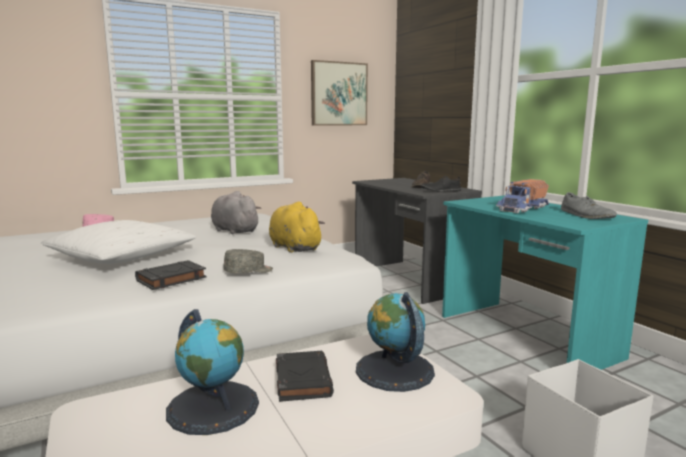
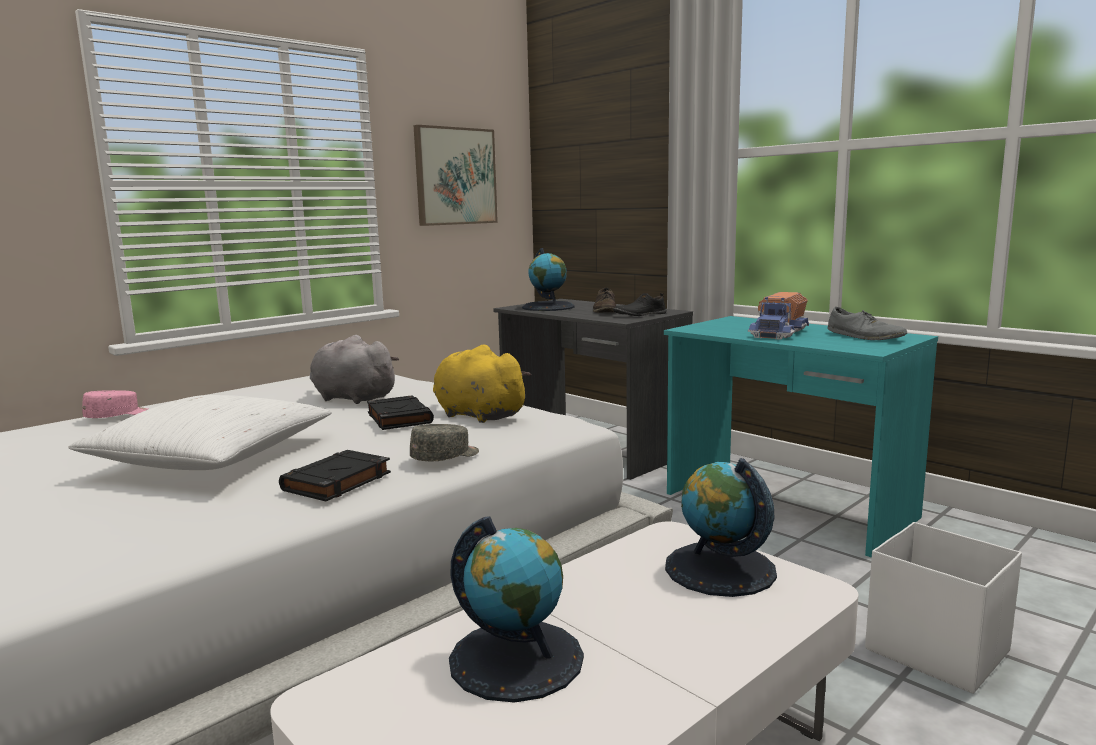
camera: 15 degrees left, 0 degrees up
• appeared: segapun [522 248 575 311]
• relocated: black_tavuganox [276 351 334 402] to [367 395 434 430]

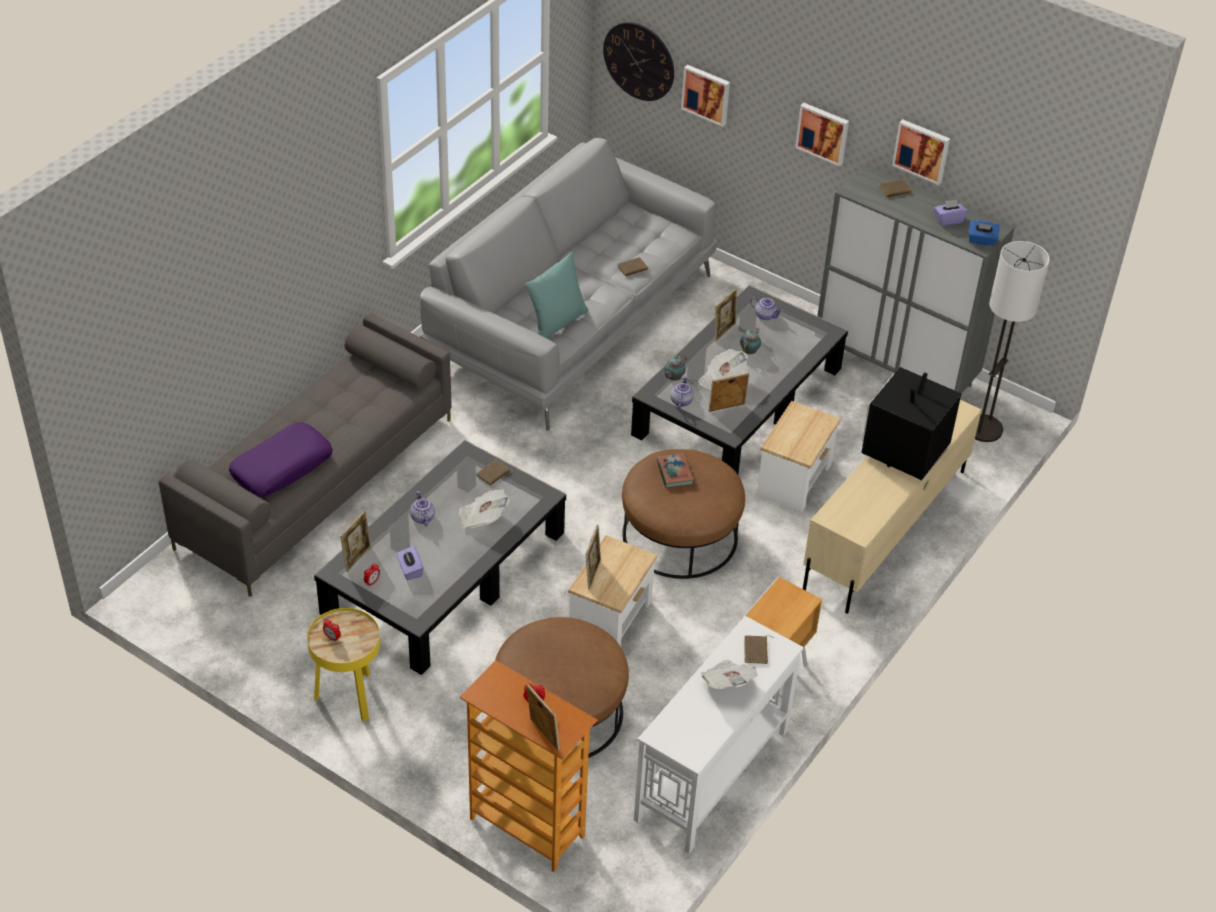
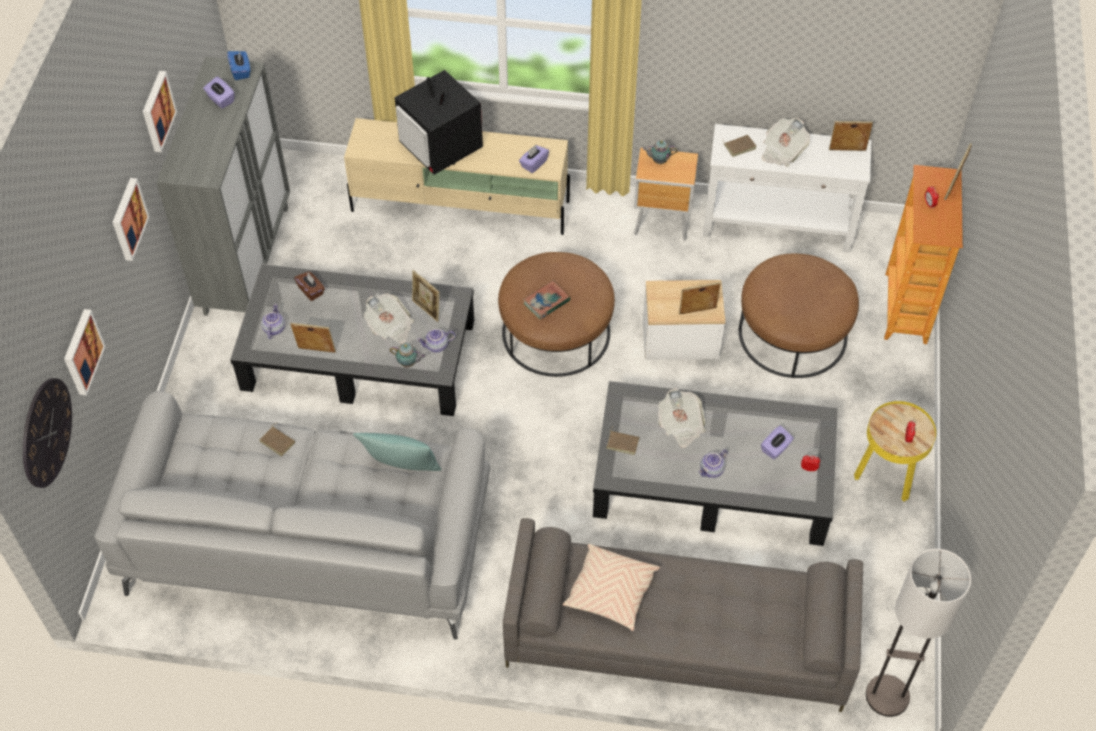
camera: 115 degrees left, 10 degrees up
• missing: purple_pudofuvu [229 422 333 497]
• missing: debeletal [757 401 841 513]
• missing: brown_tavuganox [879 179 914 197]
• appeared: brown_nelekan [294 271 325 301]
• appeared: purple_nelekan [519 145 549 173]
• appeared: beige_pudofuvu [563 544 660 631]
• relocated: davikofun [340 510 371 572] to [829 121 873 151]
• relocated: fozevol [740 327 761 354] to [643 140 677 164]
• relocated: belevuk [975 241 1050 442] to [866 549 971 717]
• spun: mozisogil [861 367 962 480] = [394 70 483 175] 45 degrees clockwise

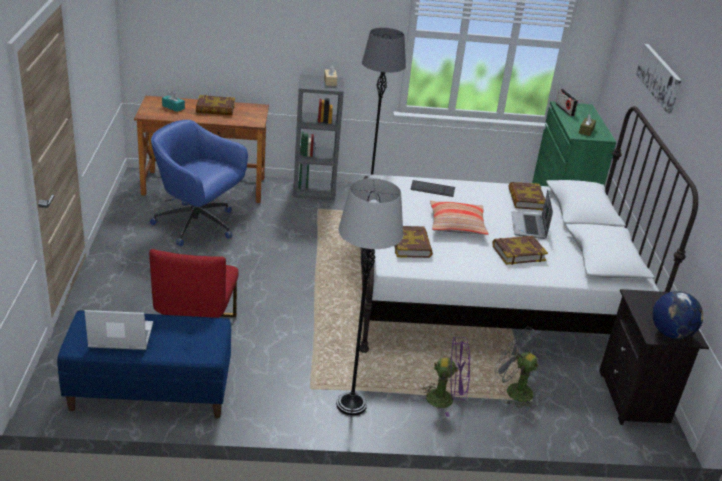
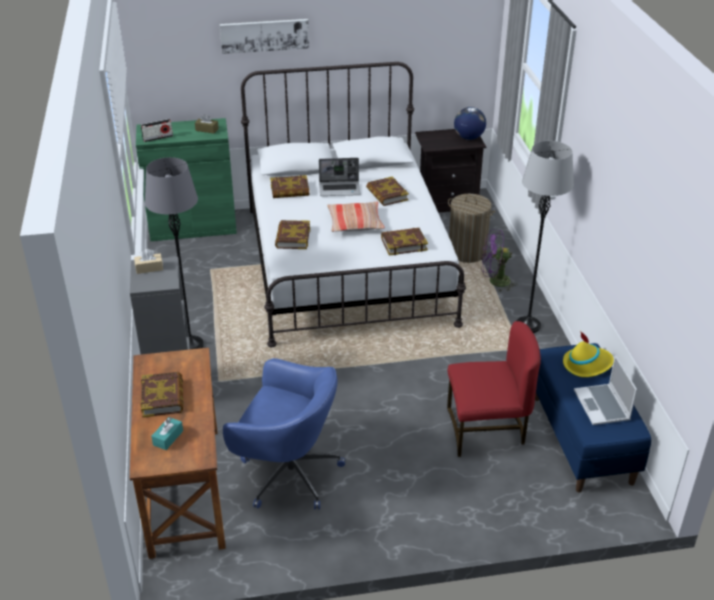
camera: 95 degrees left, 5 degrees up
• appeared: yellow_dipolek [563 331 614 377]
• exchanged: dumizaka [410 180 455 197] to tavuganox [275 220 310 249]
• exchanged: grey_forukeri [494 327 540 408] to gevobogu [448 194 495 263]
• spun: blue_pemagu [150 120 248 246] = [223 358 345 509] 90 degrees counterclockwise
• spun: purple_forukeri [419 336 470 417] = [481 229 518 292] 90 degrees counterclockwise

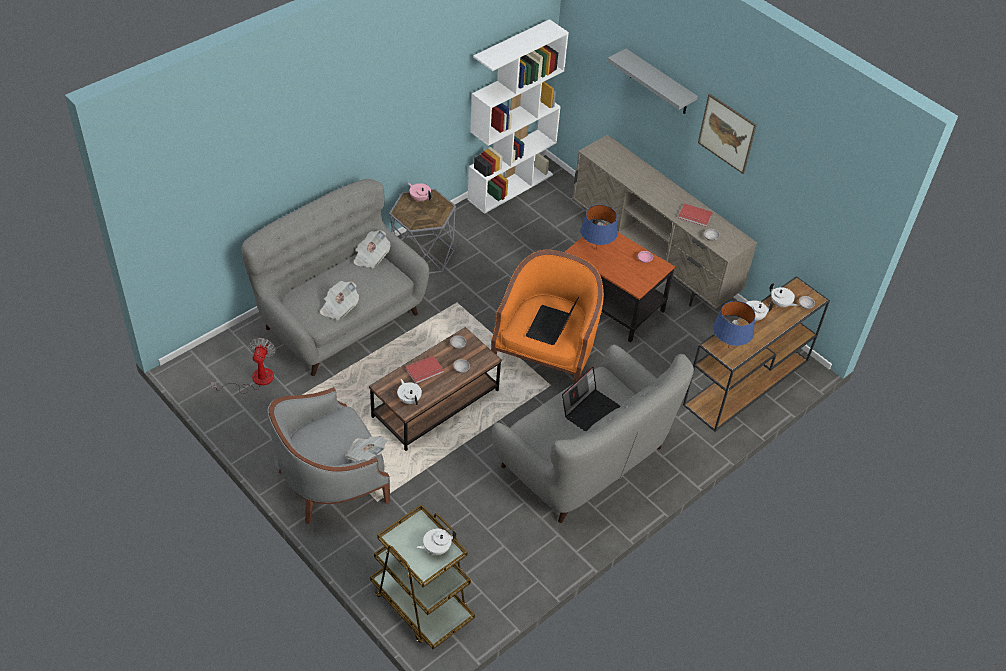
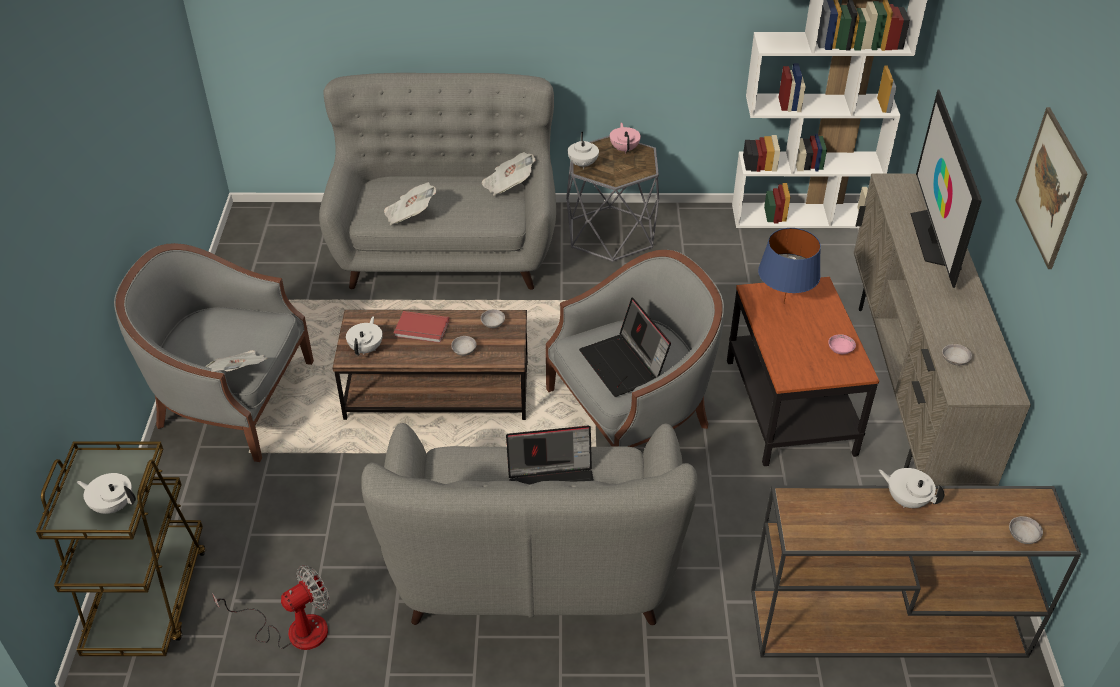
camera: 45 degrees right, 5 degrees down
• missing: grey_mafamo [608 49 698 114]
• missing: red_tavuganox [678 203 713 227]
• missing: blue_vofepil [713 301 755 348]
• appeared: mozisogil [911 90 982 288]
• relocated: forukeri [211 338 276 394] to [212 565 330 650]
• relocated: white_fozevol [770 283 798 308] to [568 132 599 169]
• colour: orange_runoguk [491 250 604 383] to grey_runoguk [546 250 724 447]
• spun: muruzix [526 297 579 345] = [579 298 671 397] 90 degrees counterclockwise

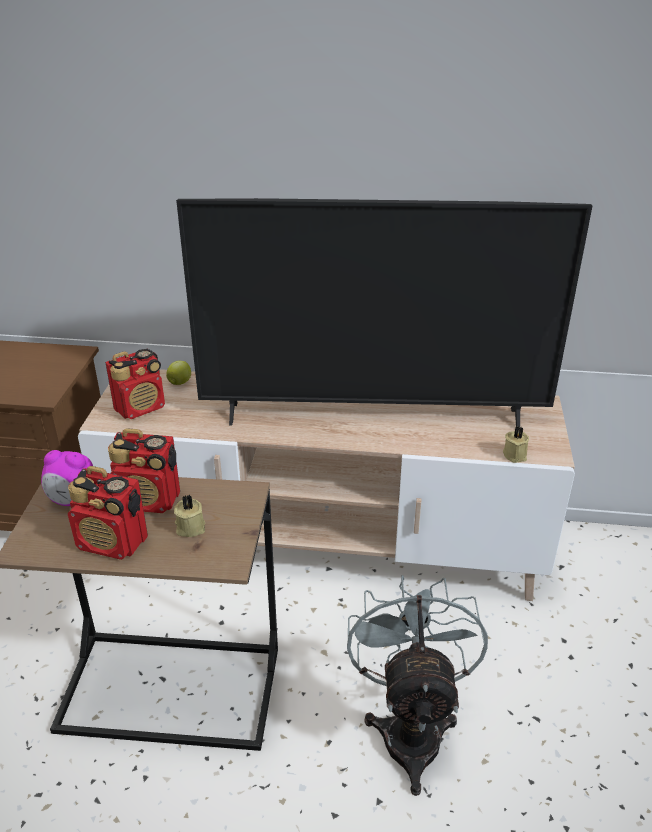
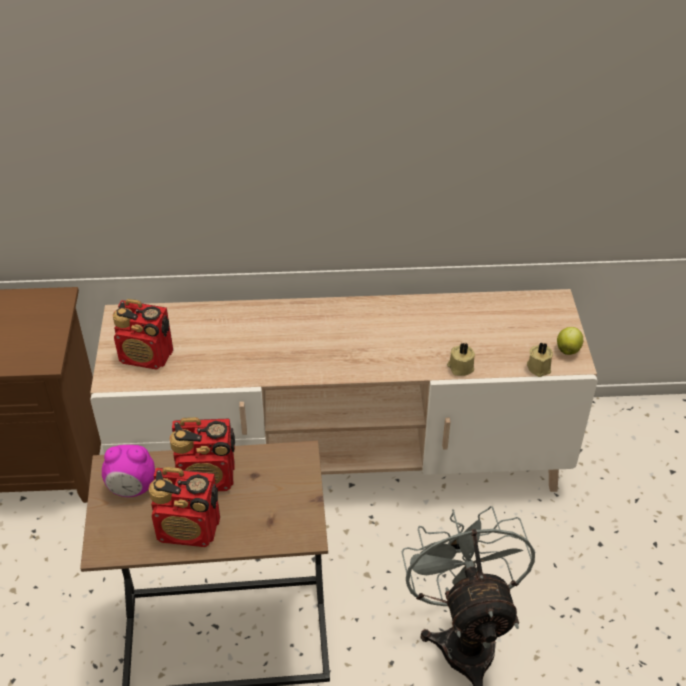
camera: 10 degrees left, 10 degrees up
• missing: mozisogil [176 198 593 428]
• relocated: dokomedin [166 361 191 385] to [557 327 583 355]
• relocated: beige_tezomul [174 494 206 537] to [447 343 475 376]
• spun: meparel [105 349 165 419] = [113 299 173 370] 60 degrees clockwise

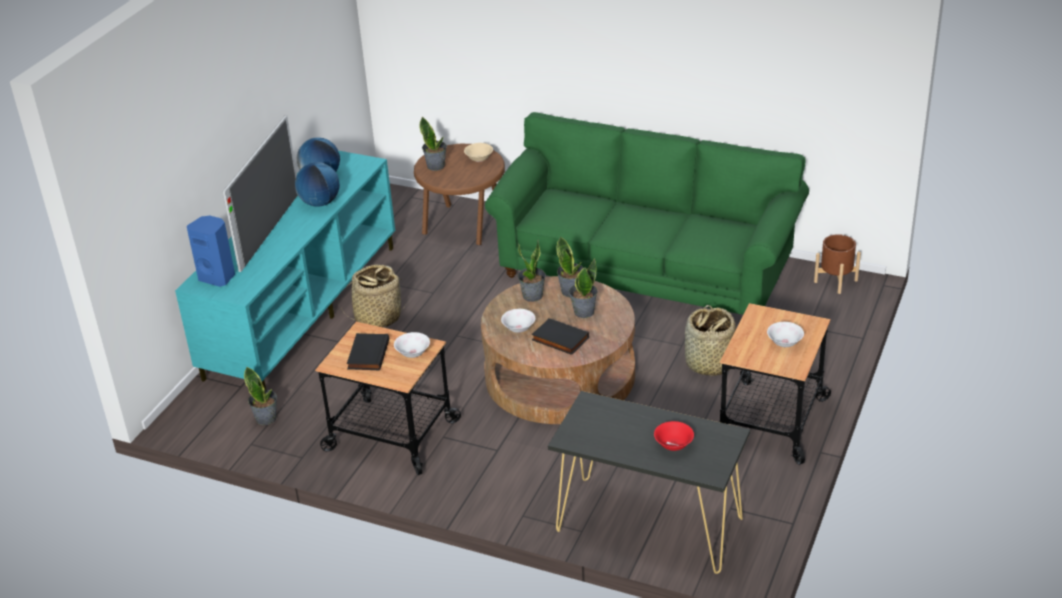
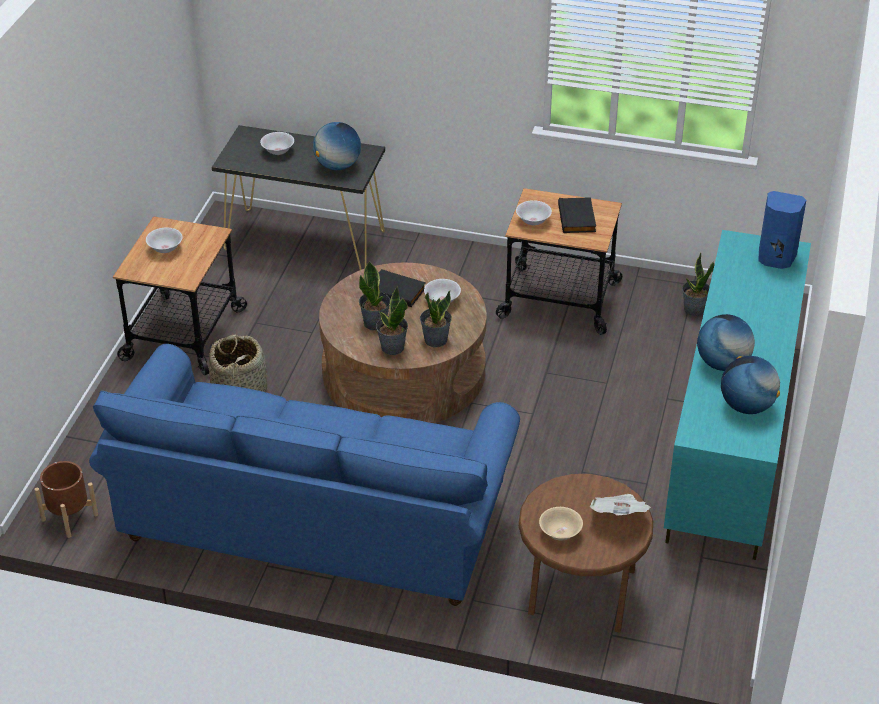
camera: 170 degrees right, 5 degrees up
• missing: mozisogil [223 115 298 272]
• missing: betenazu [341 264 407 328]
• appeared: segapun [313 122 361 170]
• exchanged: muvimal [419 117 447 171] to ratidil [590 494 651 515]
• colour: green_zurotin [485 112 809 315] to blue_zurotin [89 344 520 606]
• colour: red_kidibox [654 421 694 451] to white_kidibox [260 132 294 155]

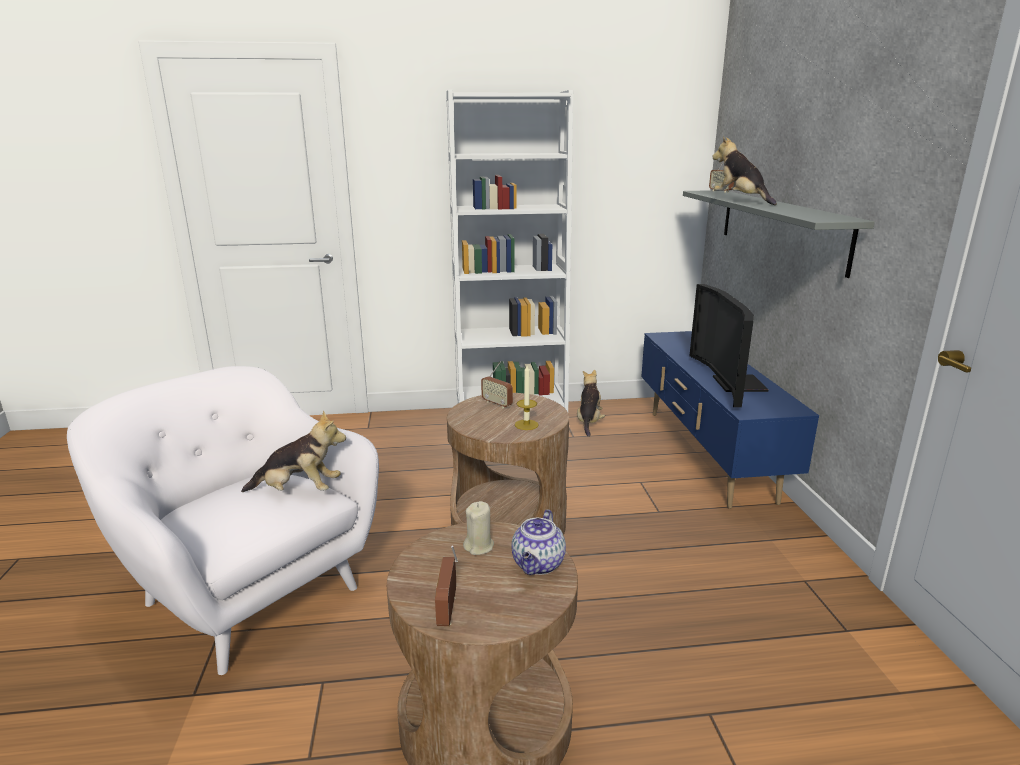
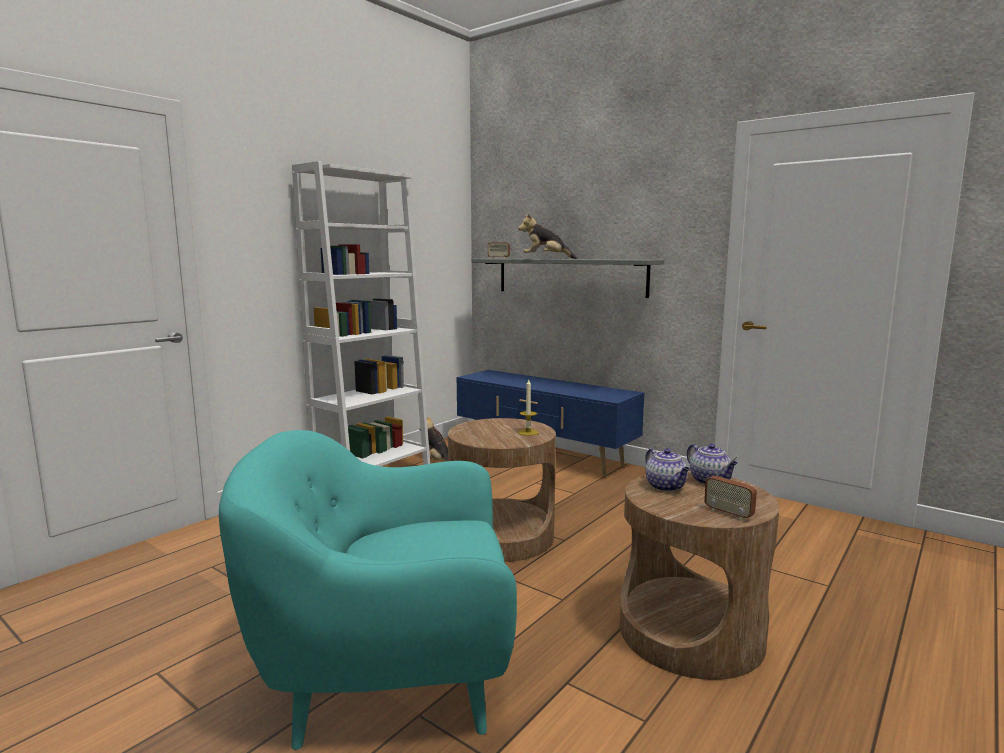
camera: 45 degrees left, 10 degrees down
• missing: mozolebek [241 410 346 492]
• missing: meparel [481 361 513 409]
• missing: mozisogil [689 284 769 407]
• exchanged: beige_tezomul [463 501 494 555] to fozevol [645 448 690 492]
• colour: white_runoguk [67 366 379 675] to turquoise_runoguk [219 430 517 750]

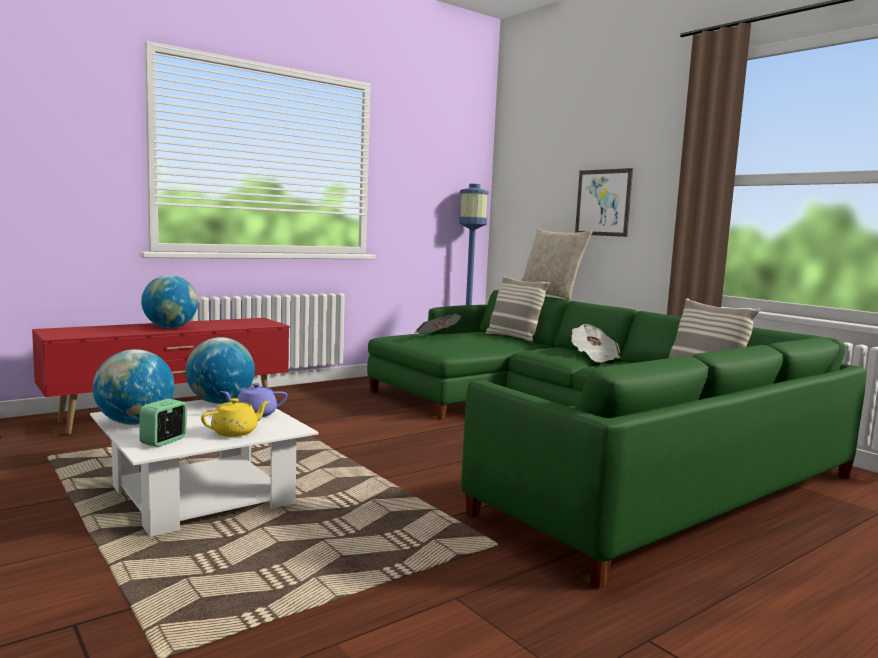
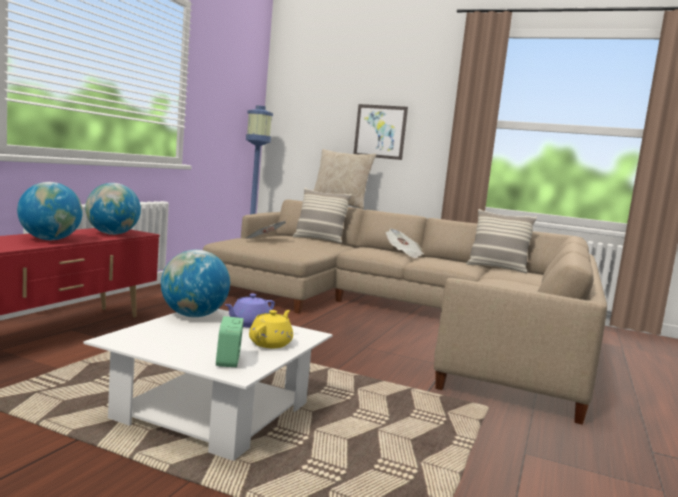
camera: 30 degrees left, 0 degrees up
• relocated: segapun [93 349 175 425] to [85 183 141 235]
• colour: green_zurotin [367 290 867 588] to beige_zurotin [203 199 607 425]

